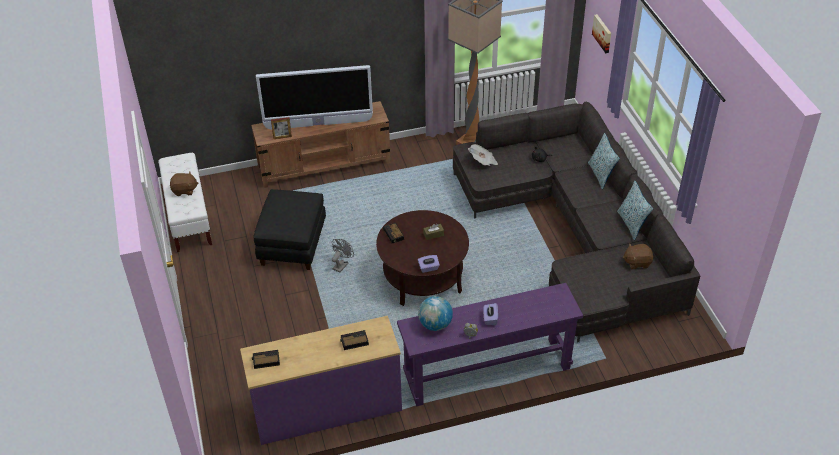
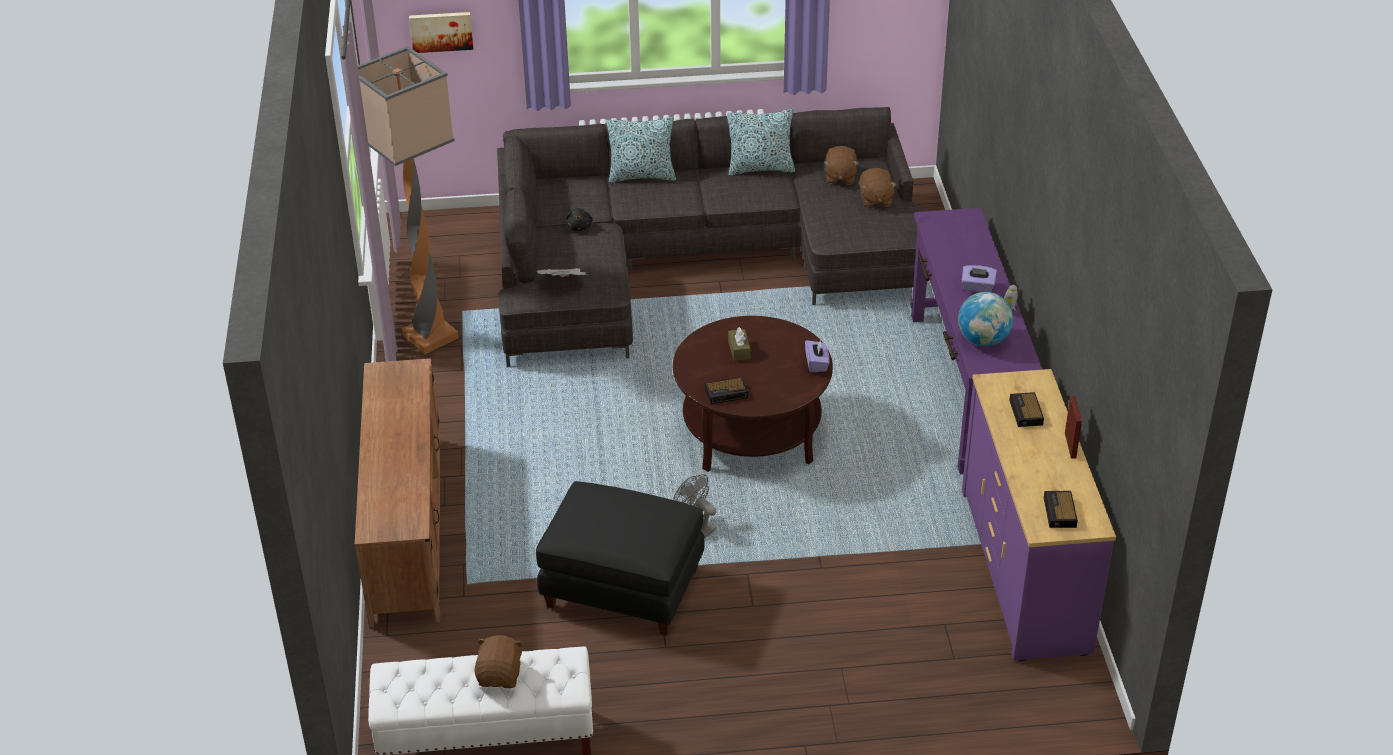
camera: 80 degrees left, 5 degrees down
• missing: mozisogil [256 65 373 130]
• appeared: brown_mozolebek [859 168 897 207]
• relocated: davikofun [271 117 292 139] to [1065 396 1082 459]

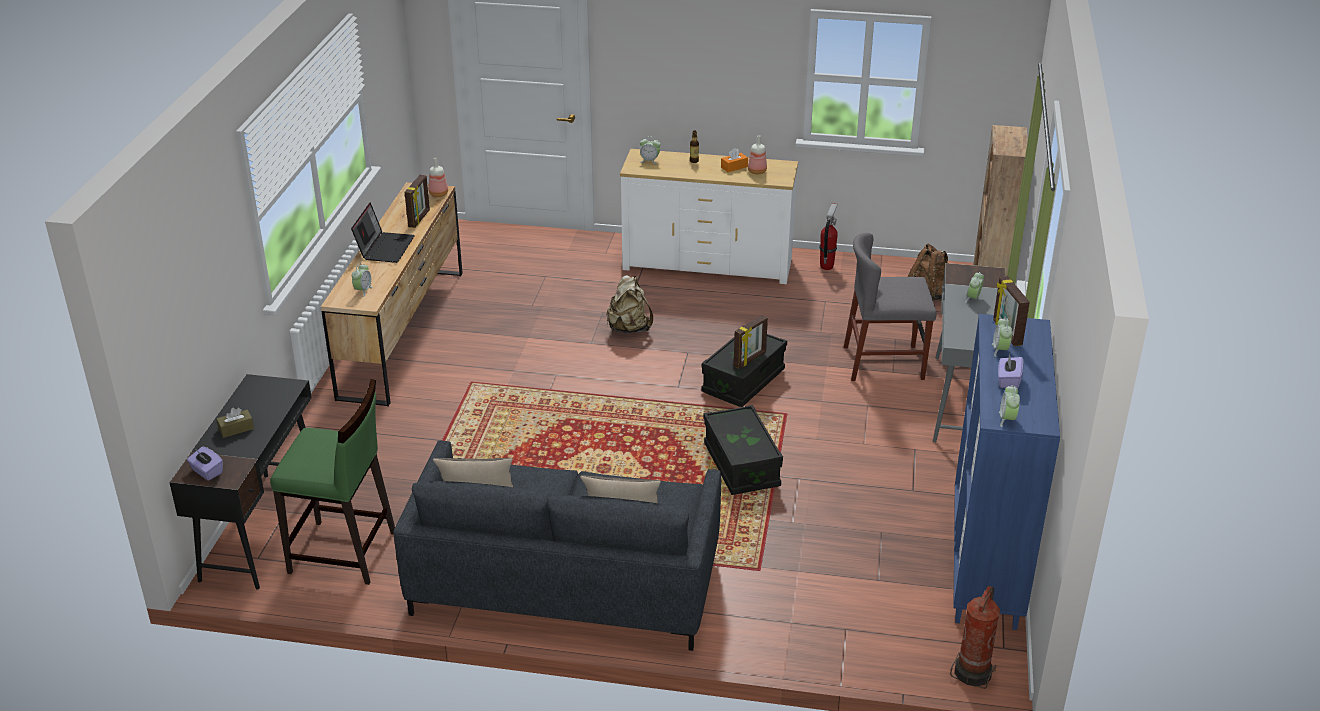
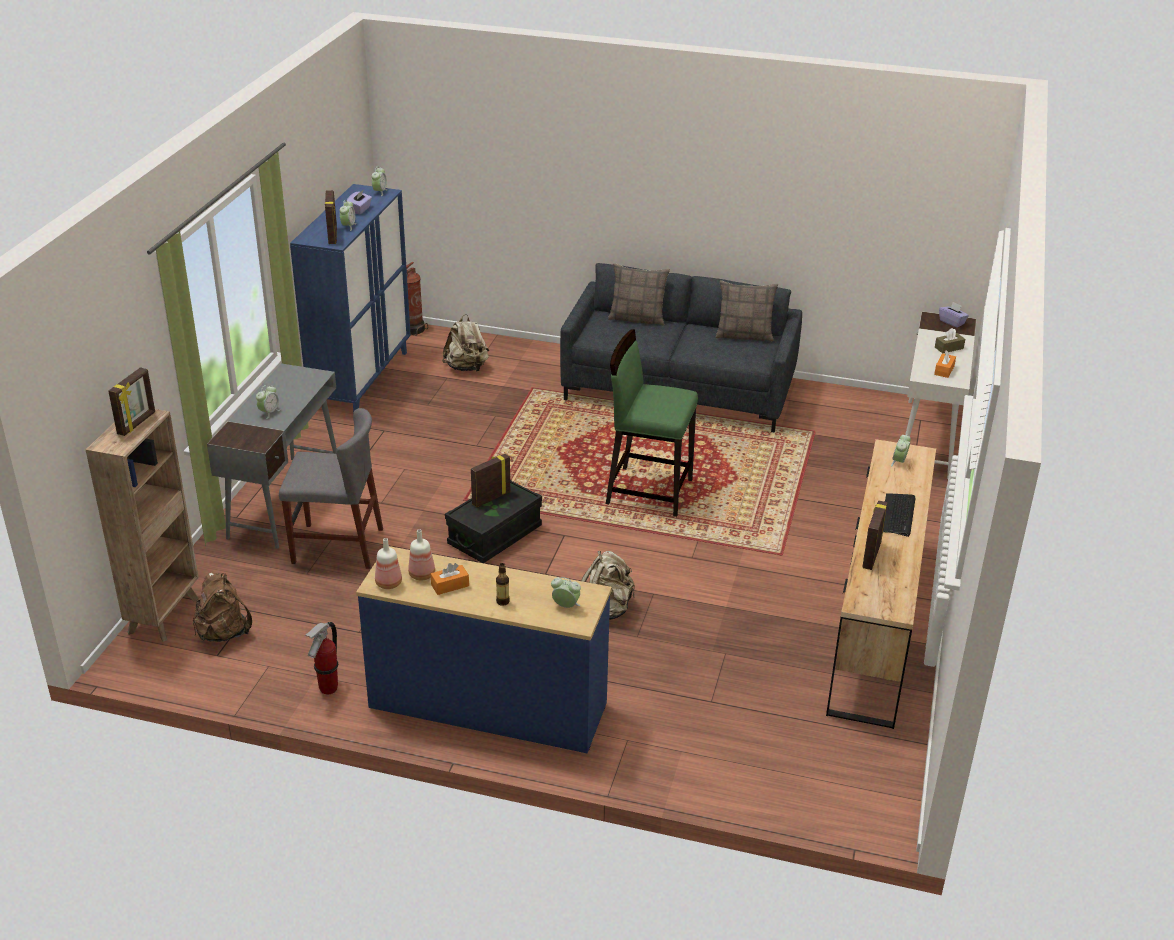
camera: 175 degrees left, 0 degrees up
• missing: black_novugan [703 405 783 495]
• appeared: davikofun [108 367 155 436]
• appeared: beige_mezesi [442 314 489 372]
• appeared: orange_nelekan [934 350 956 378]
• relocated: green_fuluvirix [270 379 395 585] to [606 329 698 517]
• relocated: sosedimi [429 157 448 197] to [375 538 402 589]
• exchanged: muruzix [351 203 415 263] to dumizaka [883 493 915 537]
• colour: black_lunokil [169 374 312 590] to white_lunokil [905 312 977 479]
• colour: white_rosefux [620 149 798 284] to blue_rosefux [356 546 612 753]

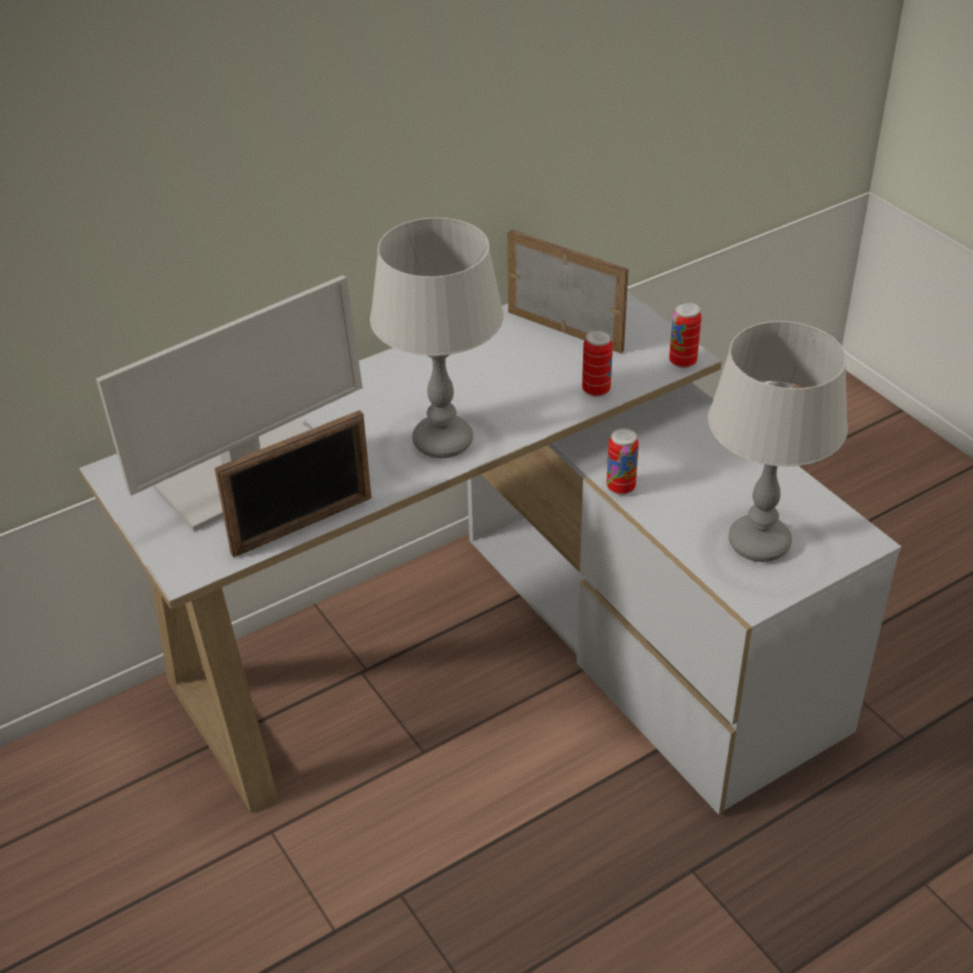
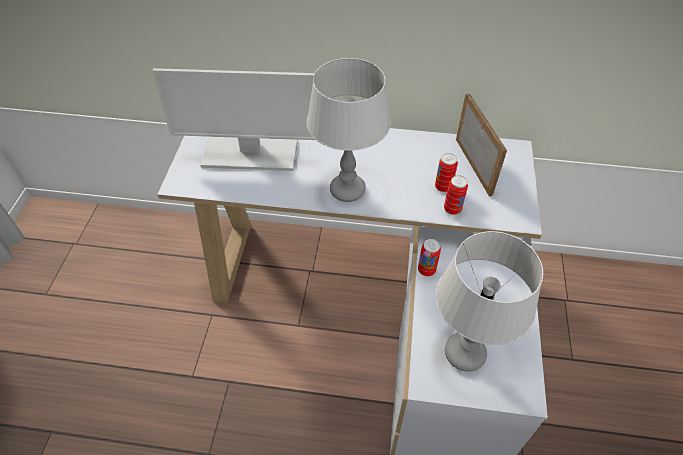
camera: 40 degrees right, 10 degrees up
• missing: davikofun [215 410 371 558]
• relocated: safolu [669 302 701 368] to [435 153 458 192]

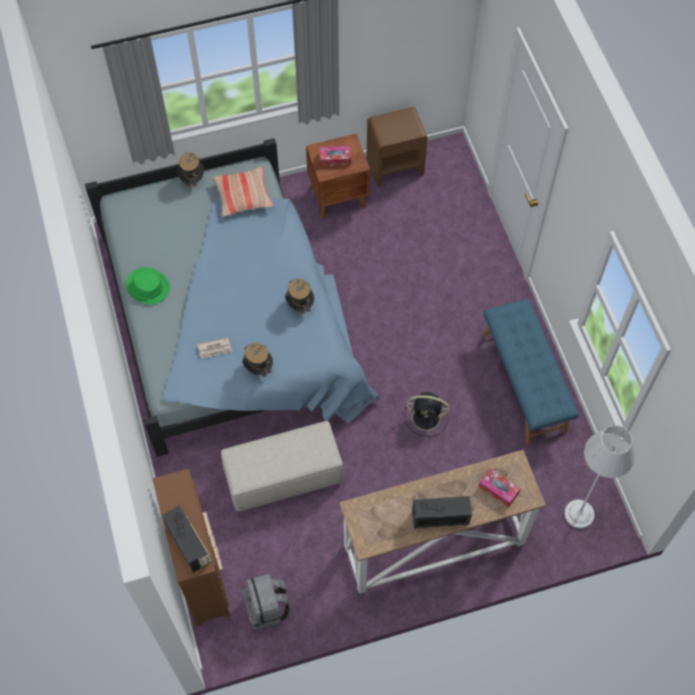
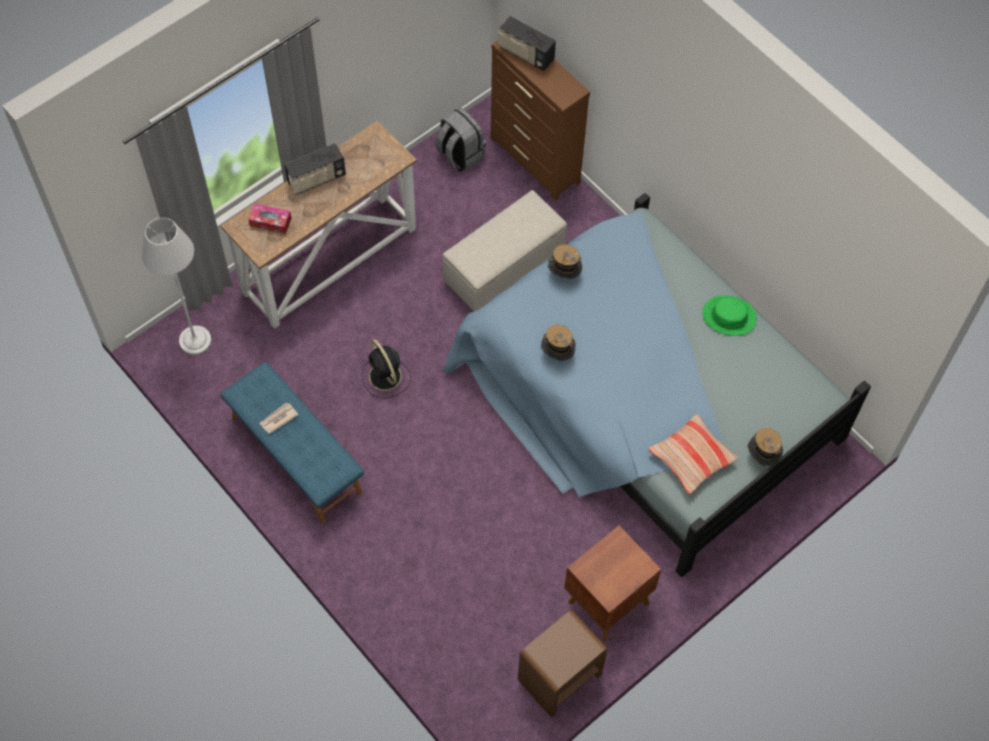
camera: 155 degrees right, 0 degrees up
• missing: nelekan [320 146 351 166]
• relocated: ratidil [198 337 232 359] to [259 402 298 434]
• spun: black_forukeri [405 392 450 437] = [361 339 411 399] 105 degrees counterclockwise

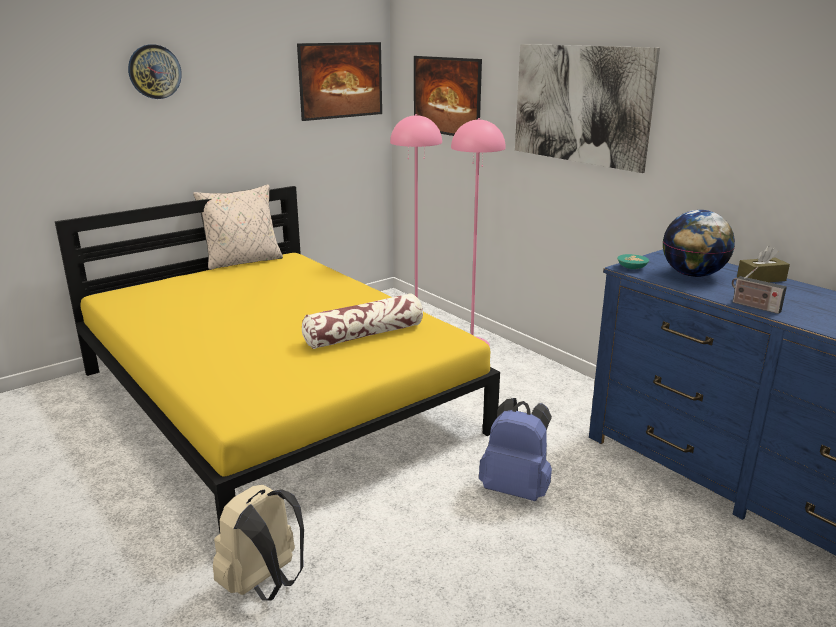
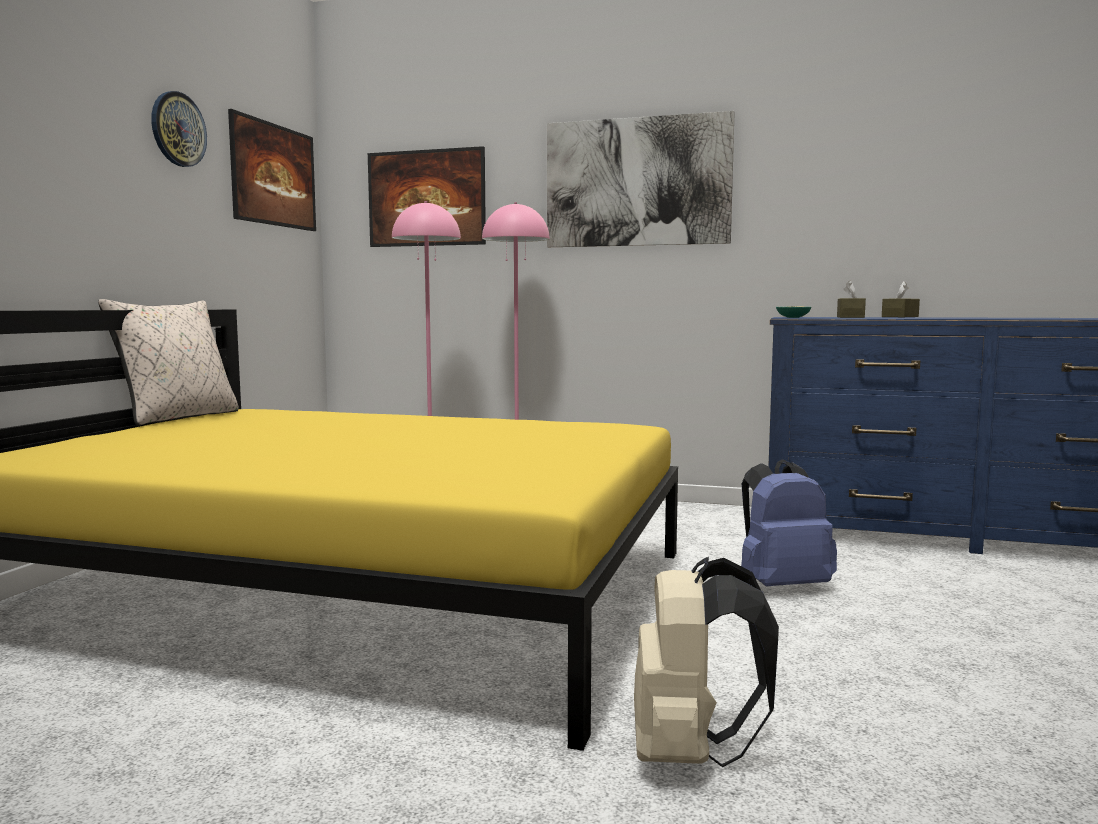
camera: 35 degrees left, 15 degrees down
• missing: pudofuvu [302 293 423 349]
• missing: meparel [732 267 787 314]
• relocated: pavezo [128 44 182 99] to [151 91 207 167]
• exchanged: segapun [663 210 735 277] to brown_nelekan [837 280 866 318]

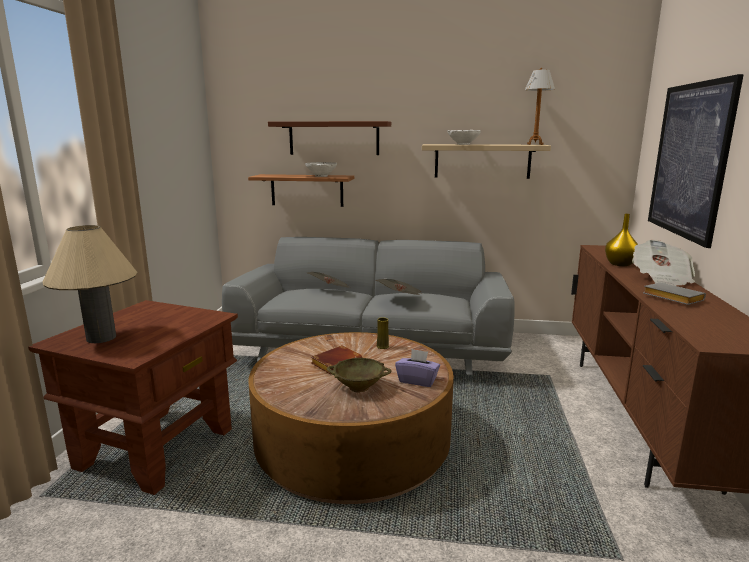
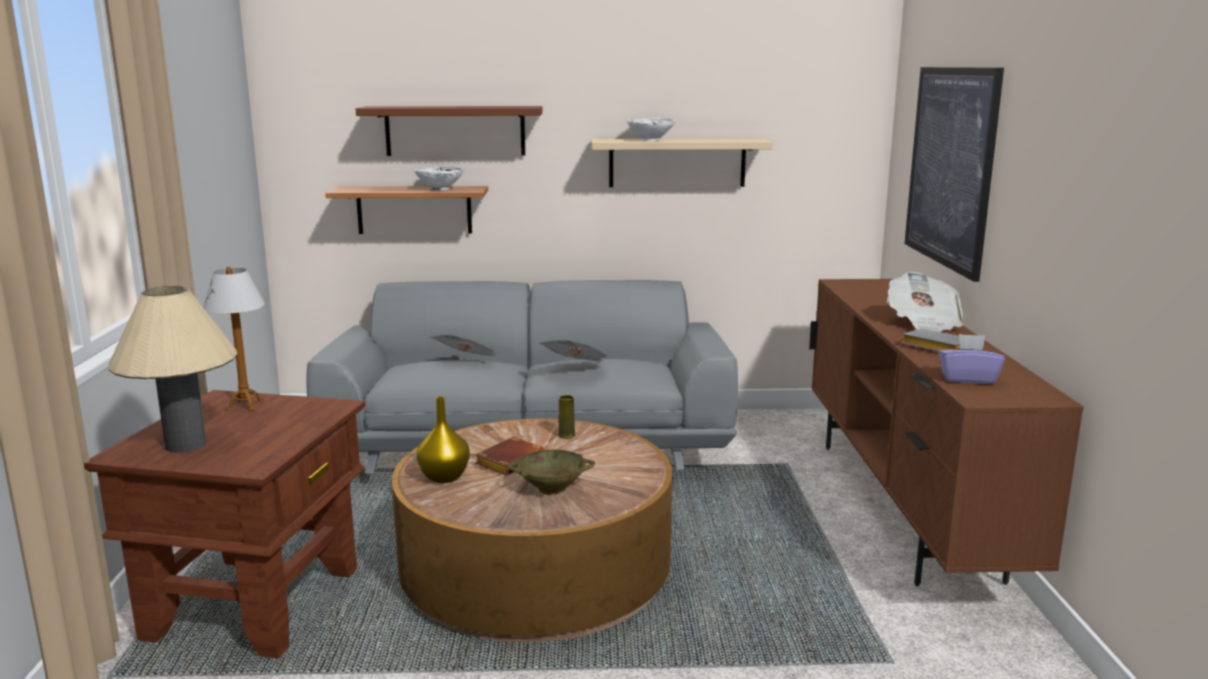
camera: 10 degrees left, 0 degrees up
• relocated: purple_nelekan [395 349 440 387] to [938 334 1005 384]
• relocated: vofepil [525 68 555 145] to [203 266 265 411]
• relocated: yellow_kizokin [605 214 638 266] to [416 396 470 483]

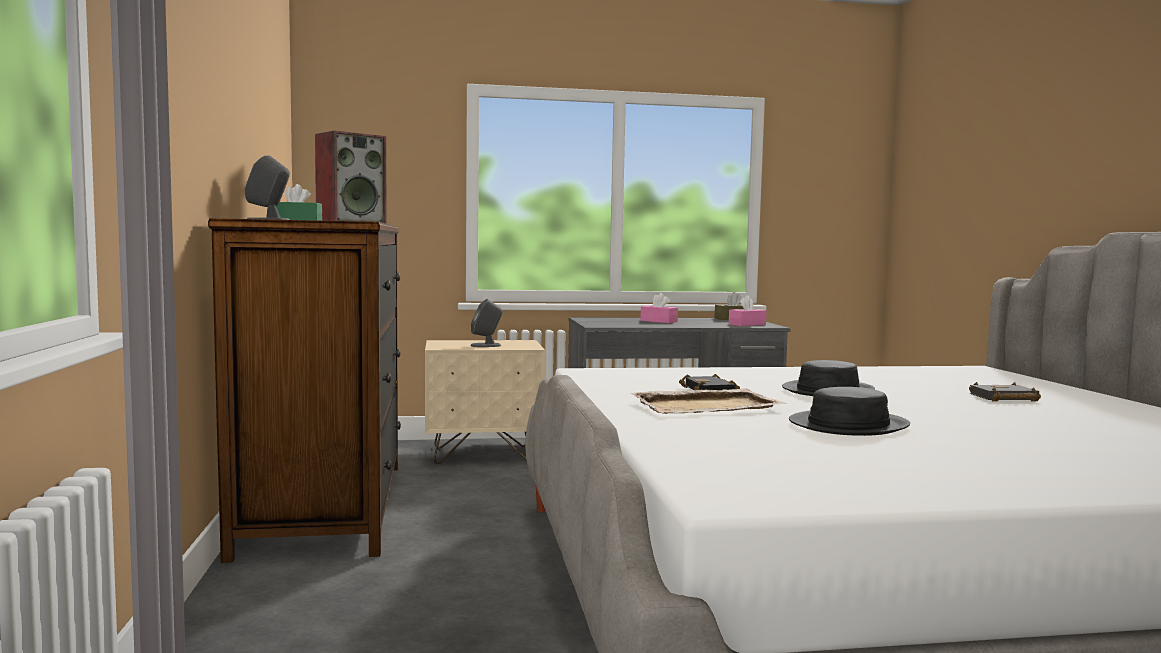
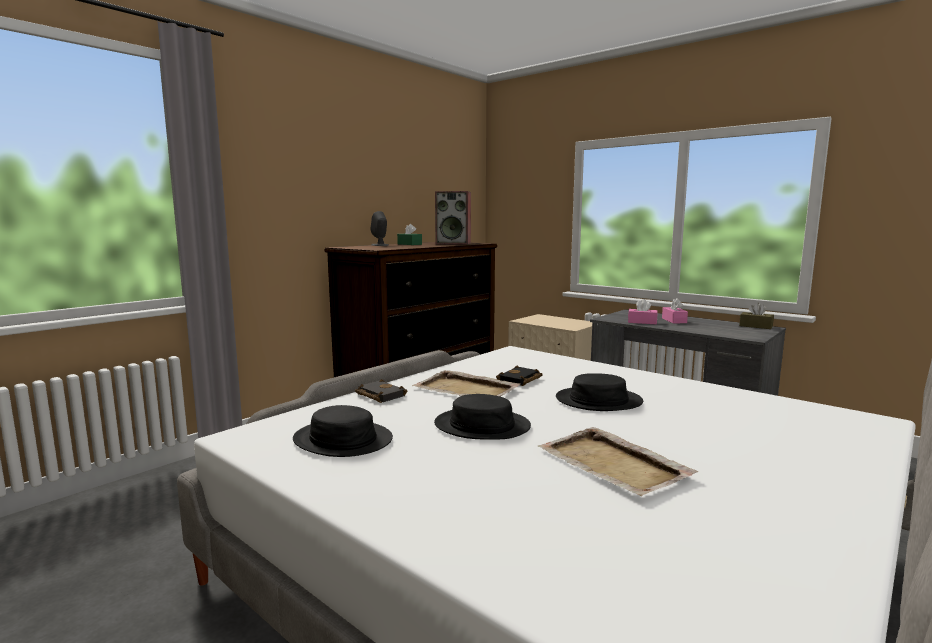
camera: 50 degrees right, 5 degrees up
• missing: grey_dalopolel [470 299 503 347]
• appeared: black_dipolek [293 405 393 457]
• appeared: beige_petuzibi [538 427 698 496]
• relocated: pink_nelekan [729 295 767 326] to [628 299 658 324]
• relocated: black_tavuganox [969 382 1041 401] to [355 379 407 403]

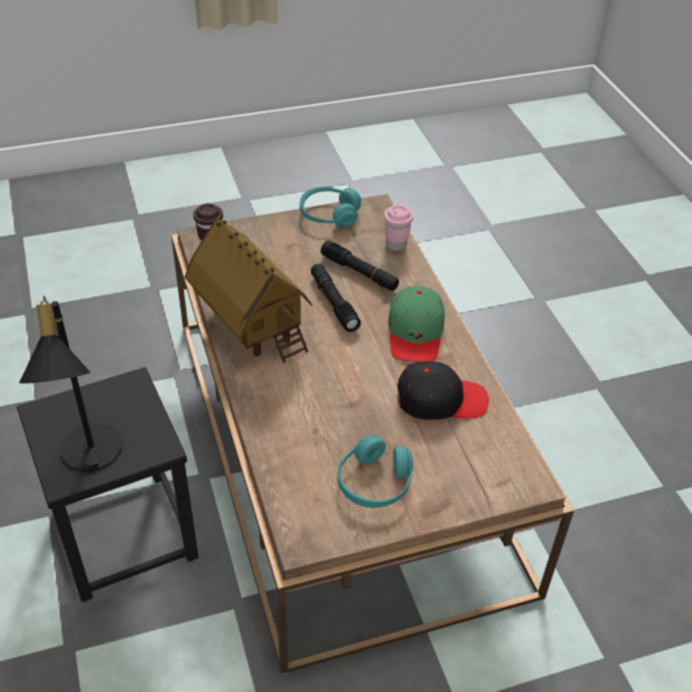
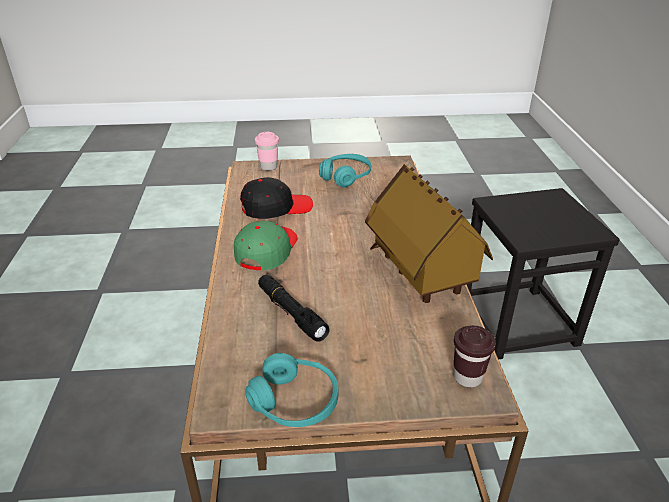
camera: 165 degrees left, 10 degrees down
• missing: black_vofepil [19 296 122 472]
• missing: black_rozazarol [311 264 361 332]
• relocated: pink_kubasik [384 205 413 251] to [255 132 279 171]
• spun: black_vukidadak [397 361 489 420] = [240 177 313 219] 150 degrees clockwise

